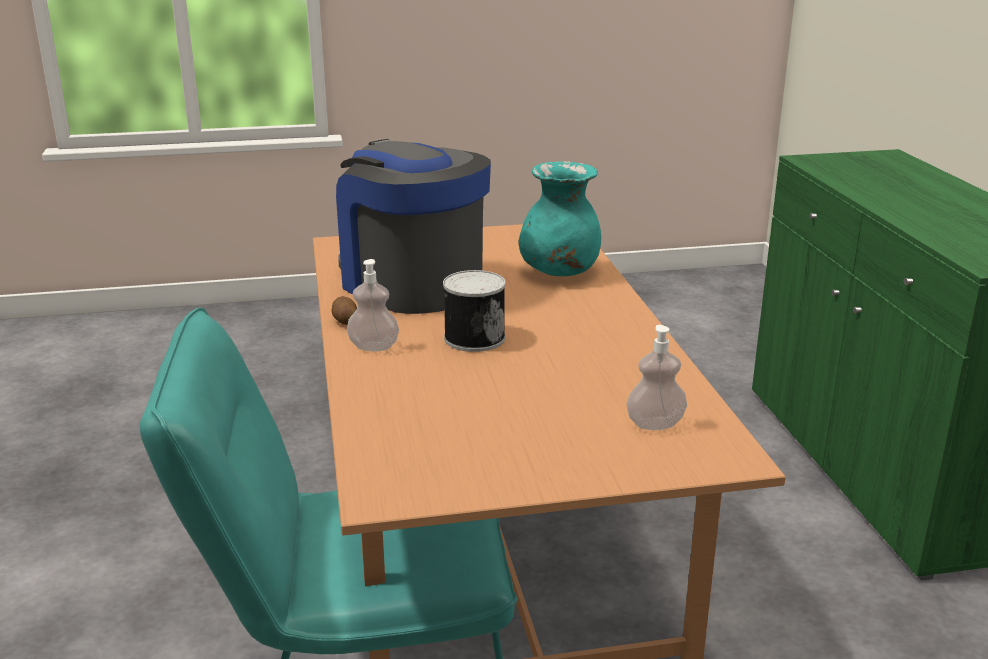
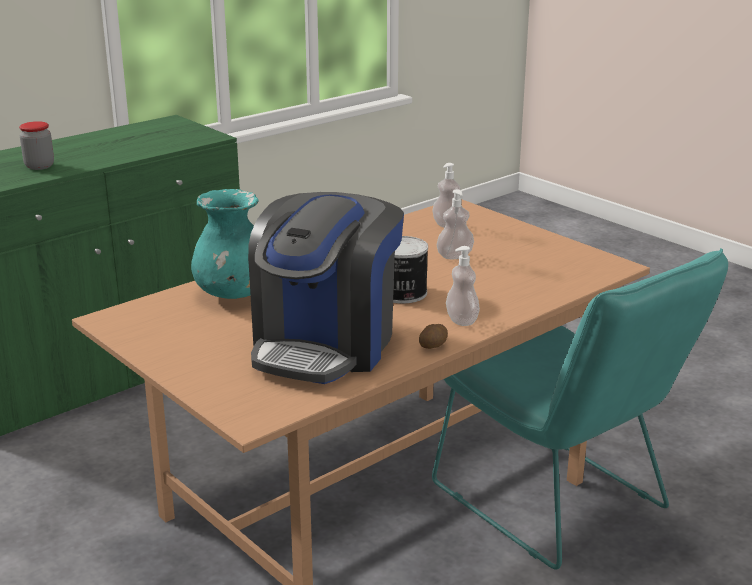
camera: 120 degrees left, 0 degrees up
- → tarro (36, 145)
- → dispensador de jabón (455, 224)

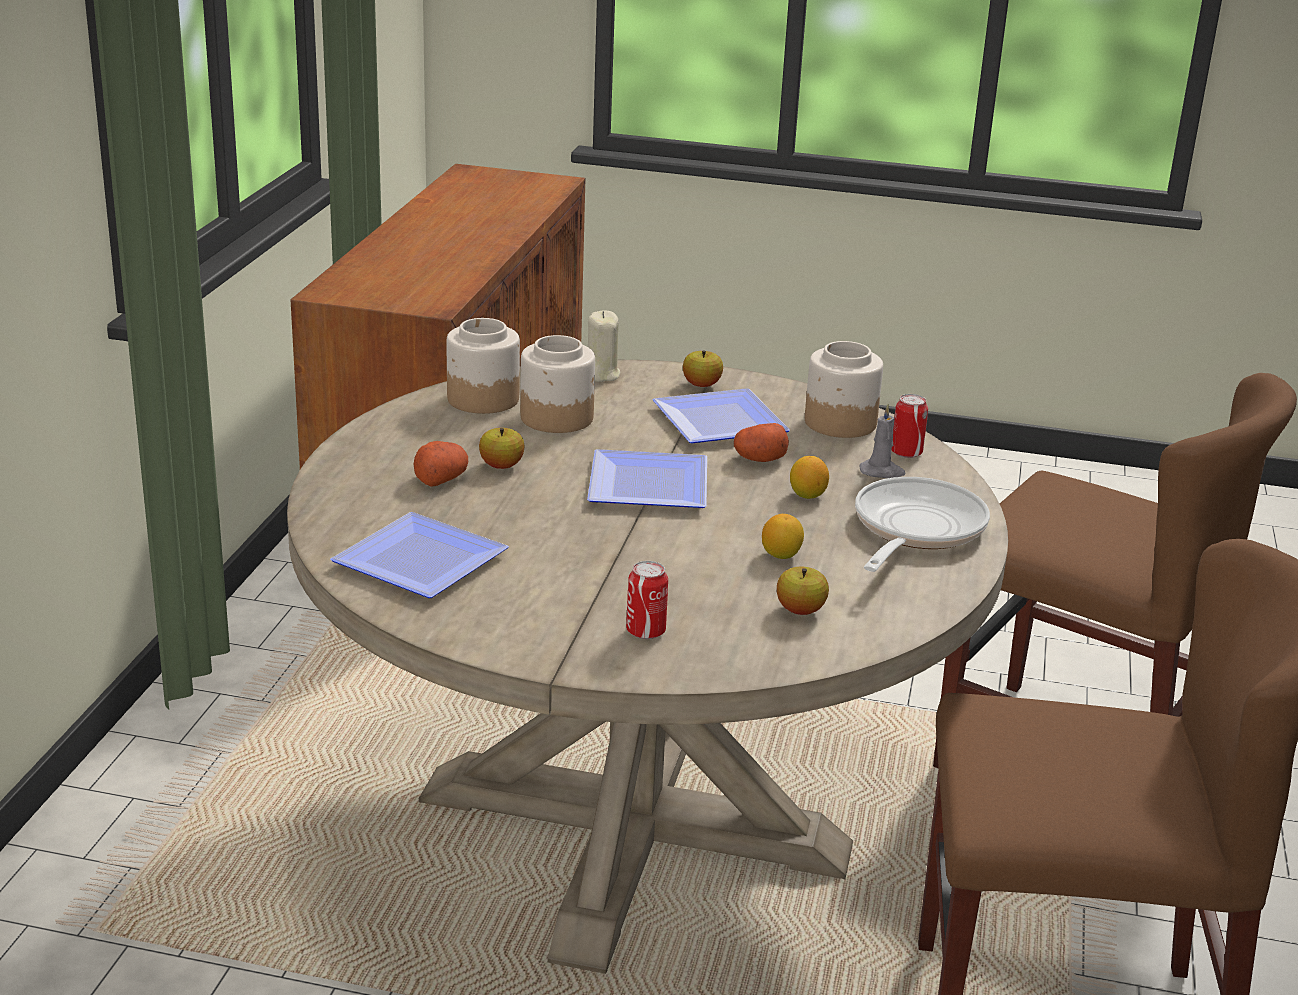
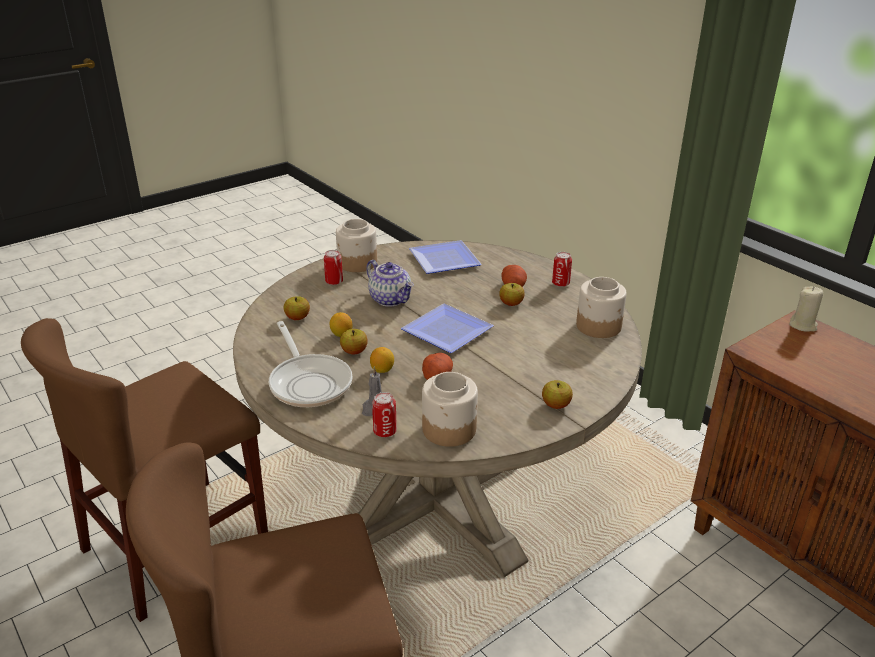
camera: 130 degrees right, 5 degrees up
vela (beis) (604, 346) → vela (beis) (806, 309), relocated
tarro (557, 384) → tarro (356, 245), relocated
plato (721, 415) → -
- → lata (562, 269)
- → tetera (390, 283)
- → manzana (354, 342)

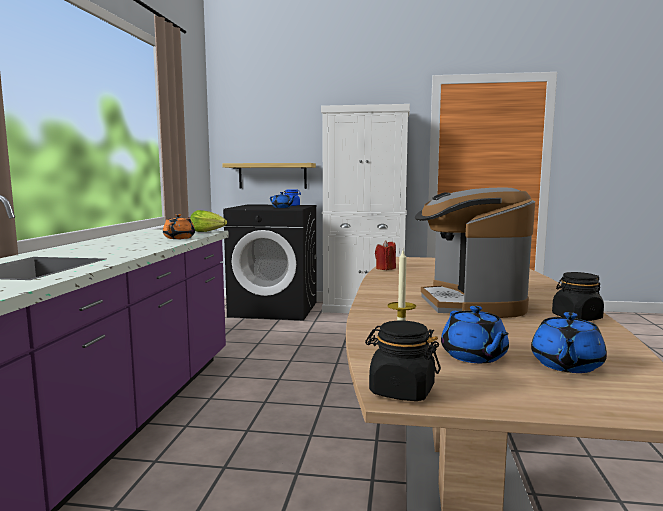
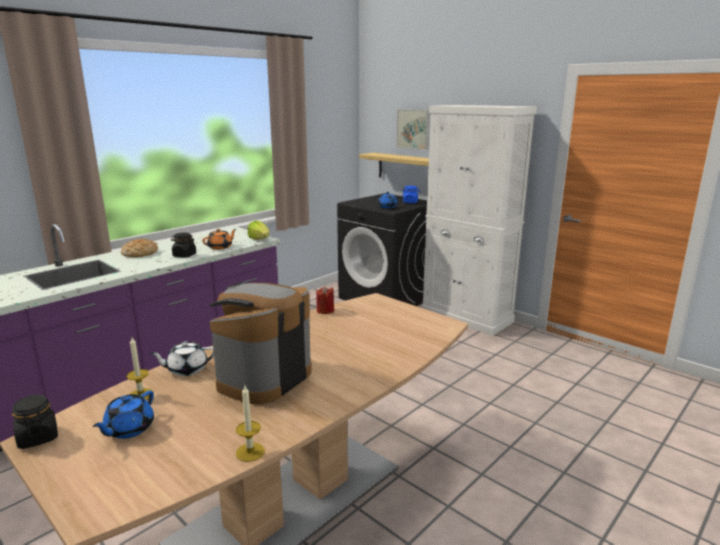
camera: 35 degrees right, 10 degrees up
tarro (negro) (578, 296) → tarro (negro) (183, 245), relocated
tetera (azul) (569, 342) → -
- → cuadro (413, 130)
- → pan (139, 248)
- → tetera (blanco) (182, 358)
- → vela (250, 424)

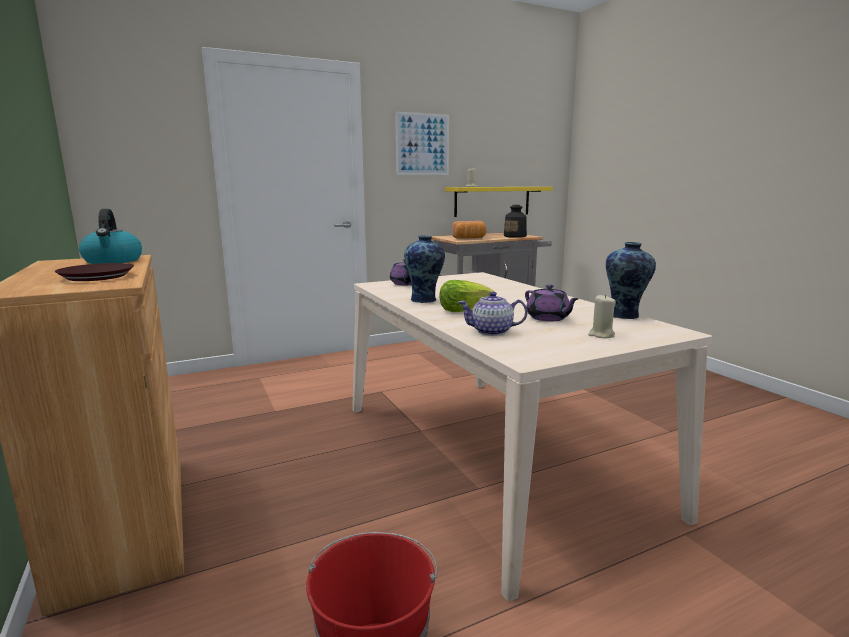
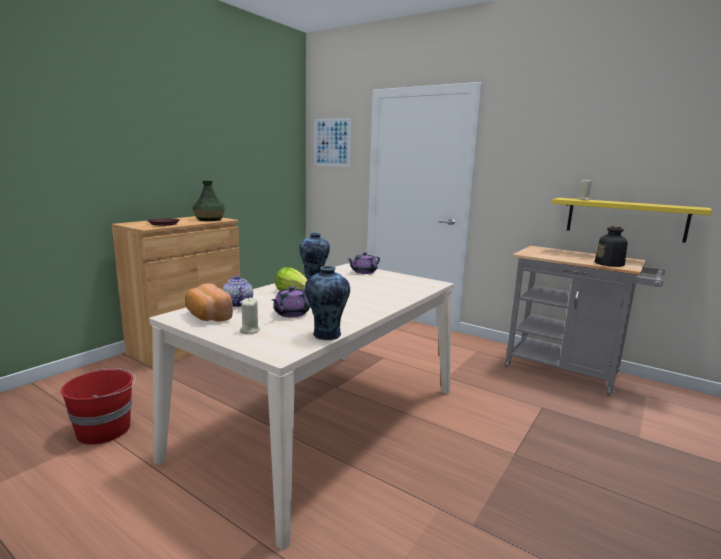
camera: 60 degrees right, 0 degrees up
cuadro (422, 143) → cuadro (332, 142), relocated
hervidor (110, 236) → florero (208, 201)
pan (469, 230) → pan (209, 302), relocated

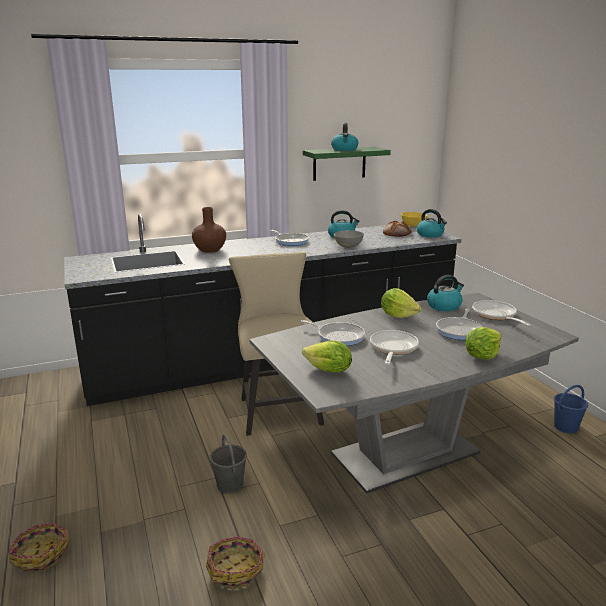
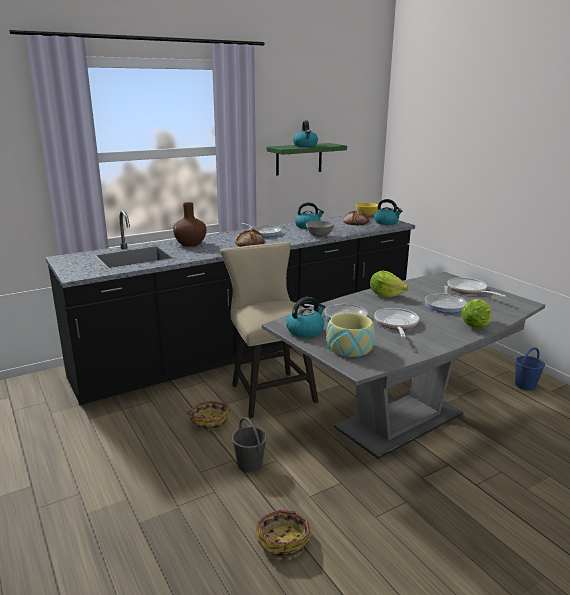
camera: 10 degrees left, 0 degrees up
hervidor (445, 293) → hervidor (306, 317), relocated
lechuga (327, 356) → cuenco (351, 335)
cesta (38, 548) → cesta (208, 416), relocated
- → pan (250, 238)

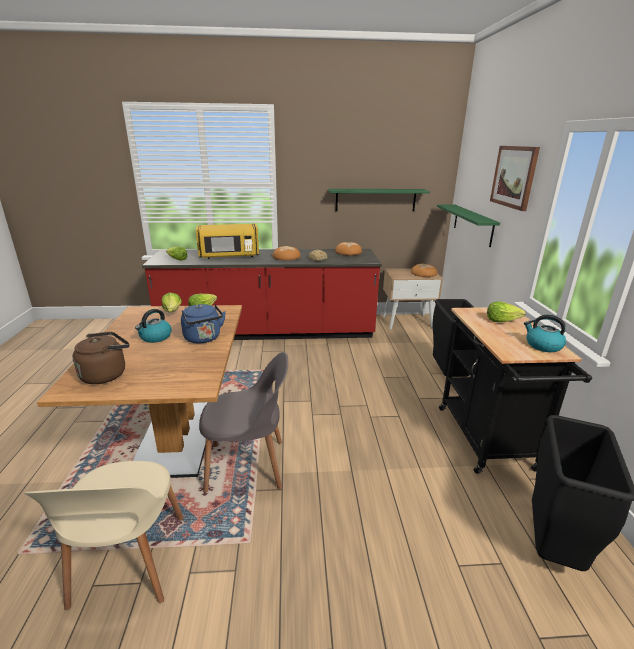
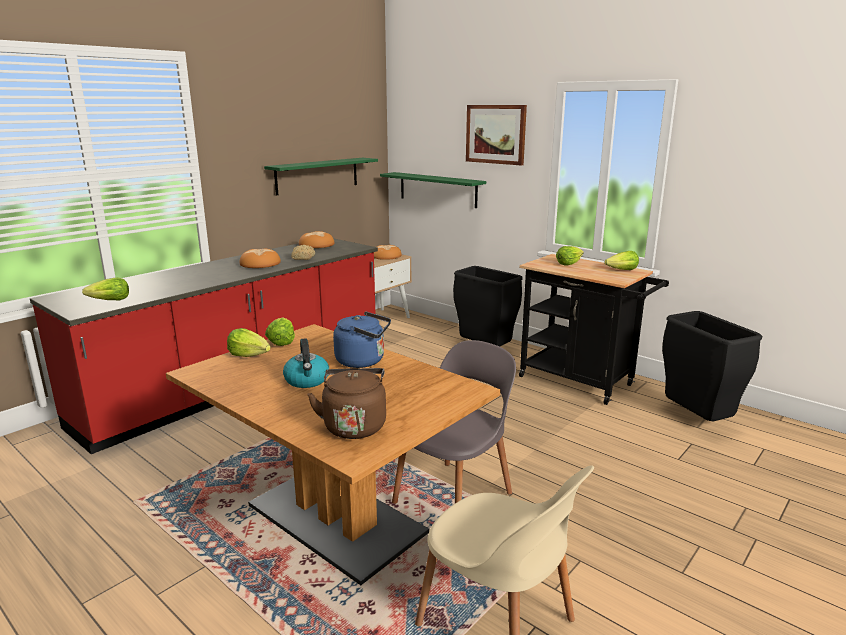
camera: 45 degrees left, 5 degrees down
microondas (amarillo) (227, 241) → -
hervidor (545, 333) → lechuga (621, 260)

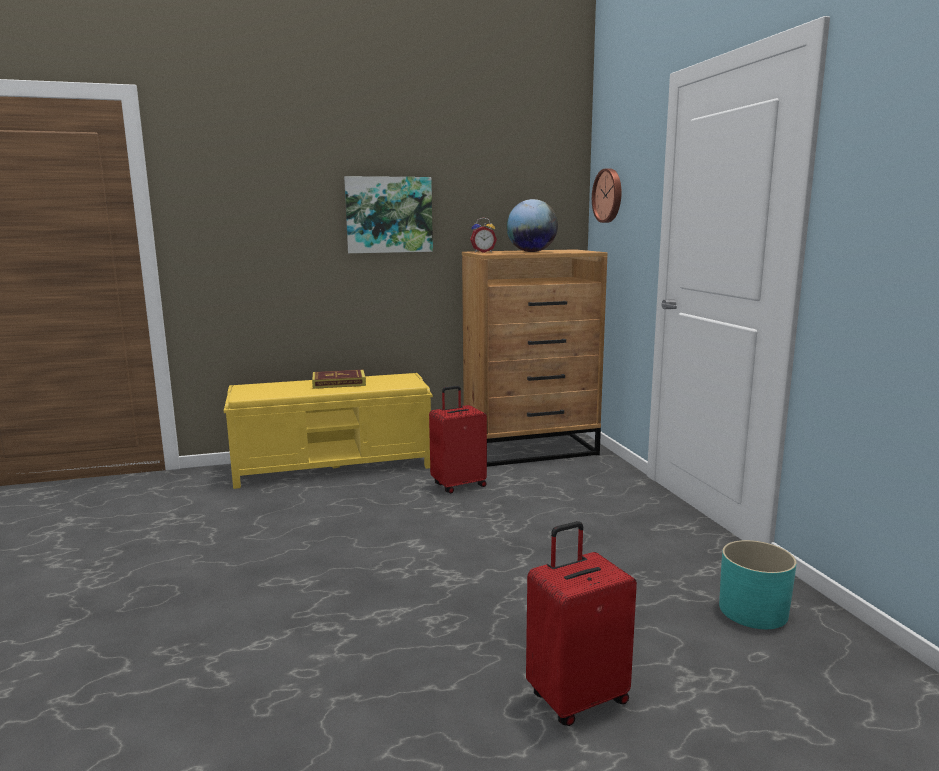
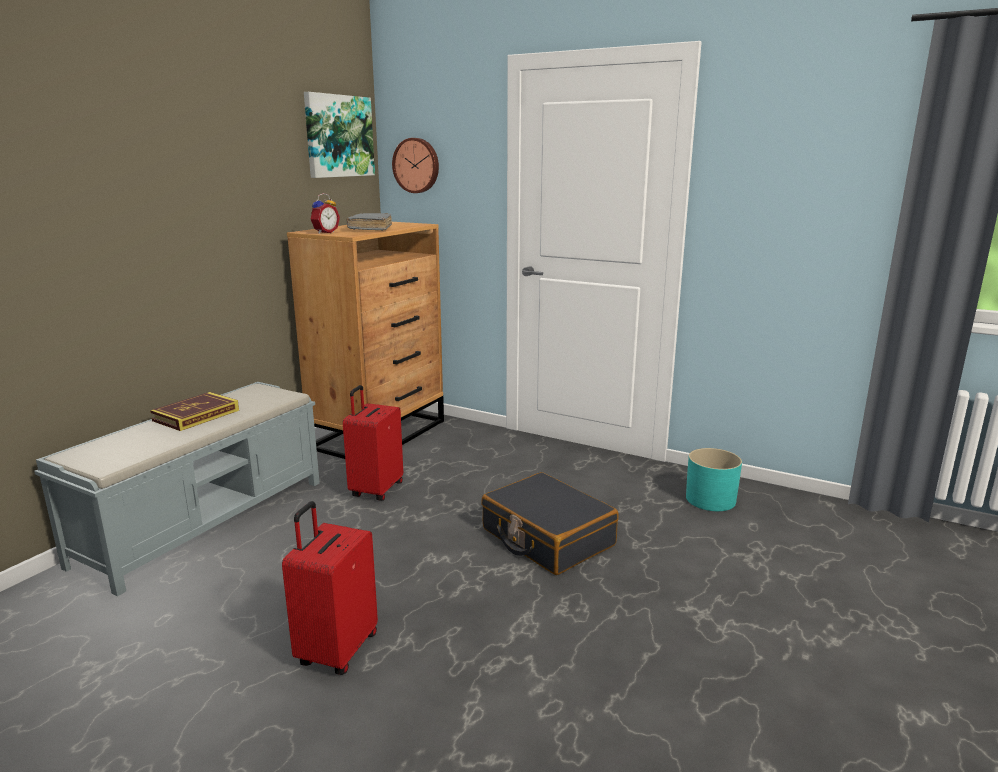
camera: 45 degrees left, 5 degrees up
cuadro (388, 214) → cuadro (339, 135), relocated
globo terráqueo (532, 225) → libro (gris) (369, 222)
banco (amarillo) (328, 431) → banco (gris) (177, 489)
maleta (rojo) (581, 623) → maleta (rojo) (330, 588), relocated
- → maleta (negro) (549, 523)

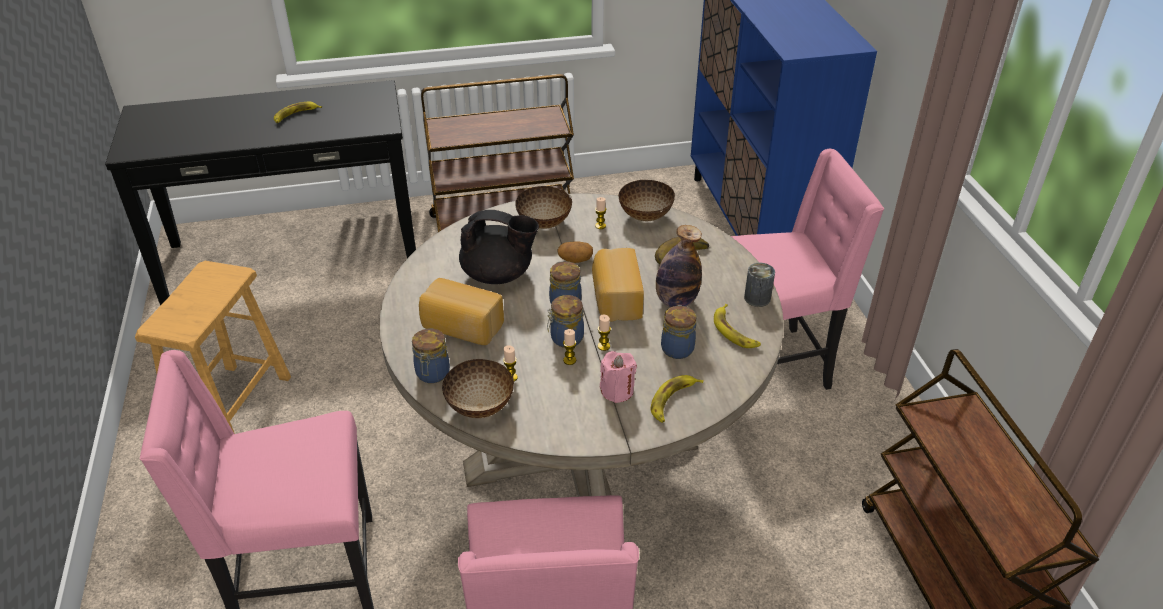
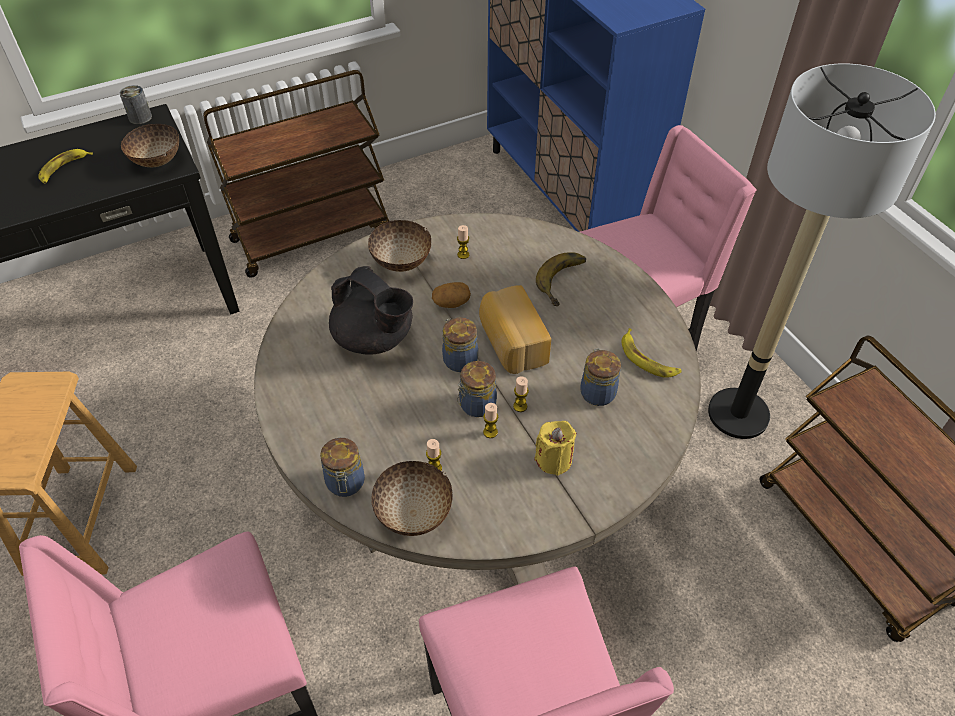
camera: 15 degrees left, 10 degrees up
cuenco (646, 200) → cuenco (150, 145), relocated
tetera (negro) (499, 247) → tetera (negro) (371, 310), 45 degrees clockwise
botella (679, 266) → -
lata (759, 285) → lata (136, 104), relocated
pan (461, 311) → -
vela (rosa) (618, 377) → vela (amarillo) (555, 448)
plátano (677, 399) → -
- → lámpara de pie (822, 251)

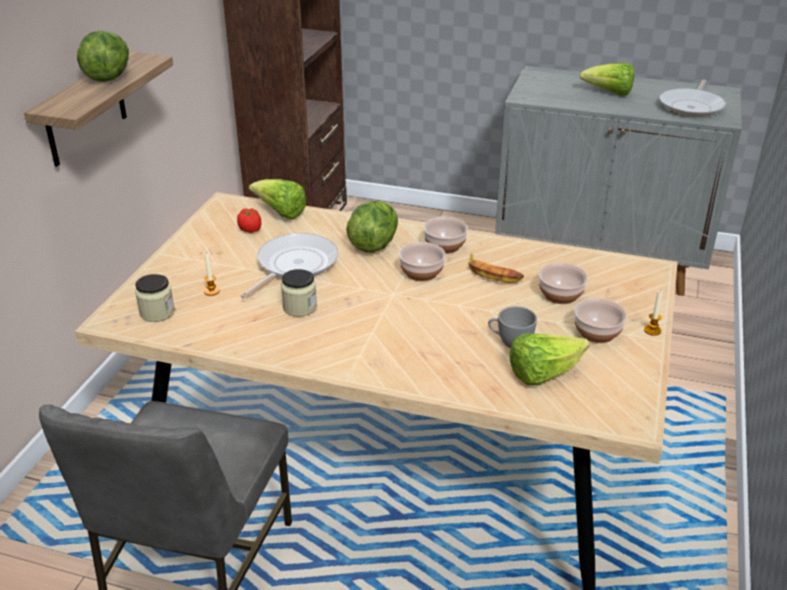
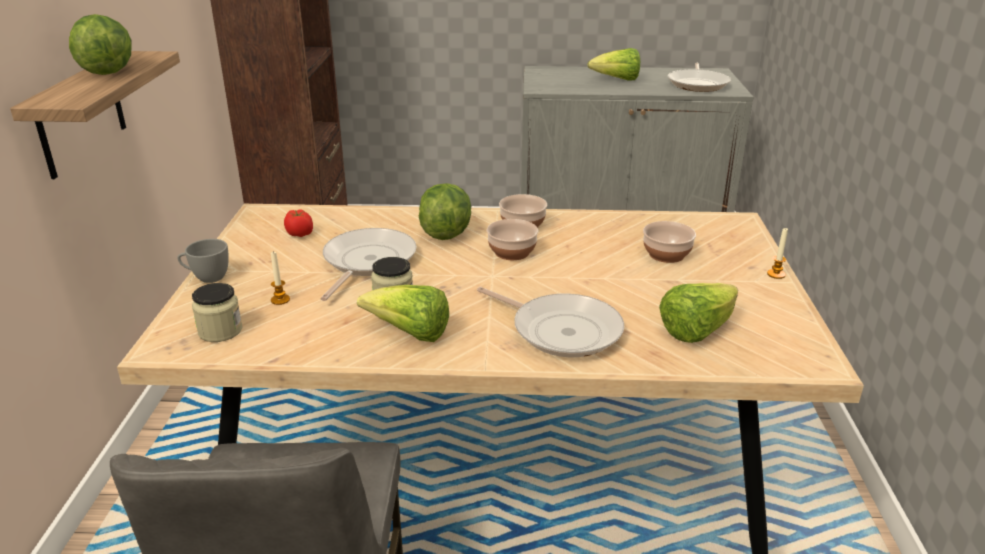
camera: 15 degrees left, 5 degrees down
lechuga (277, 199) → lechuga (403, 313), relocated
plátano (496, 268) → -
cuenco (600, 320) → -
taza (gris) (512, 327) → taza (gris) (203, 261), relocated
- → sartén (550, 322)

